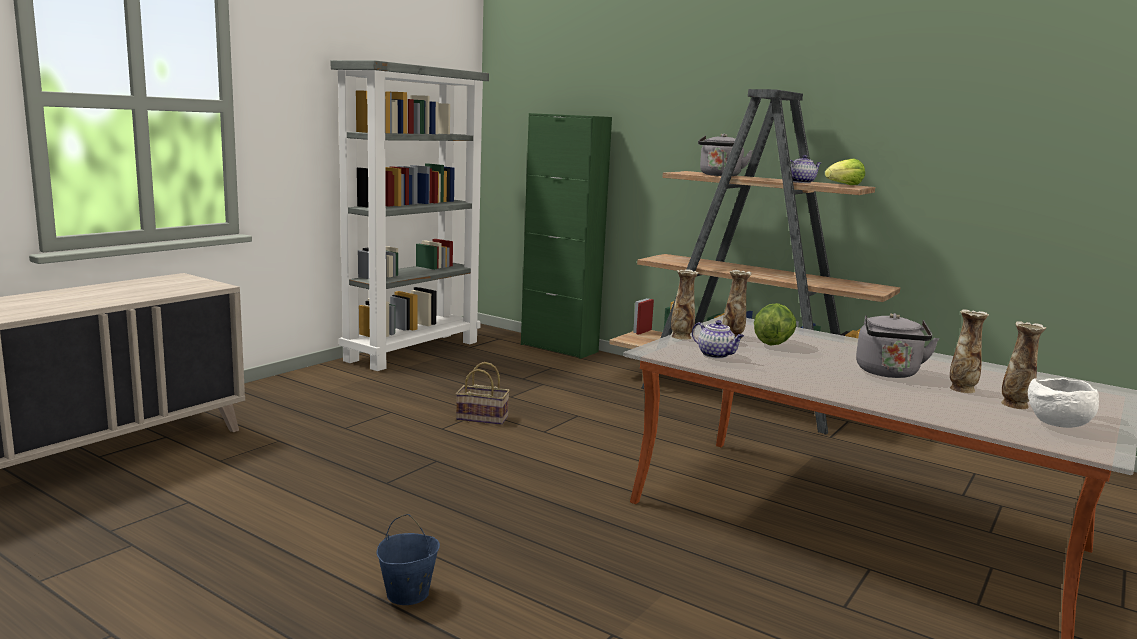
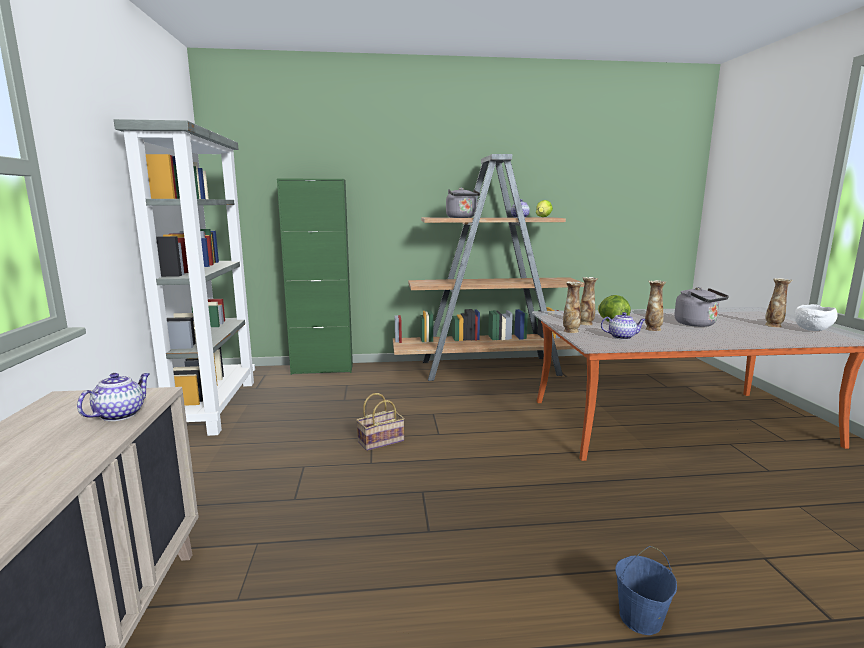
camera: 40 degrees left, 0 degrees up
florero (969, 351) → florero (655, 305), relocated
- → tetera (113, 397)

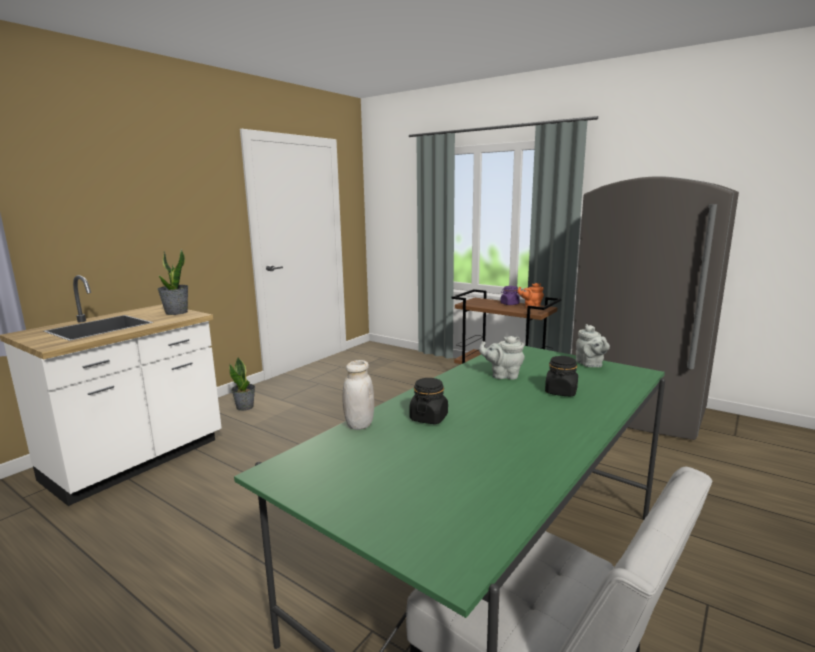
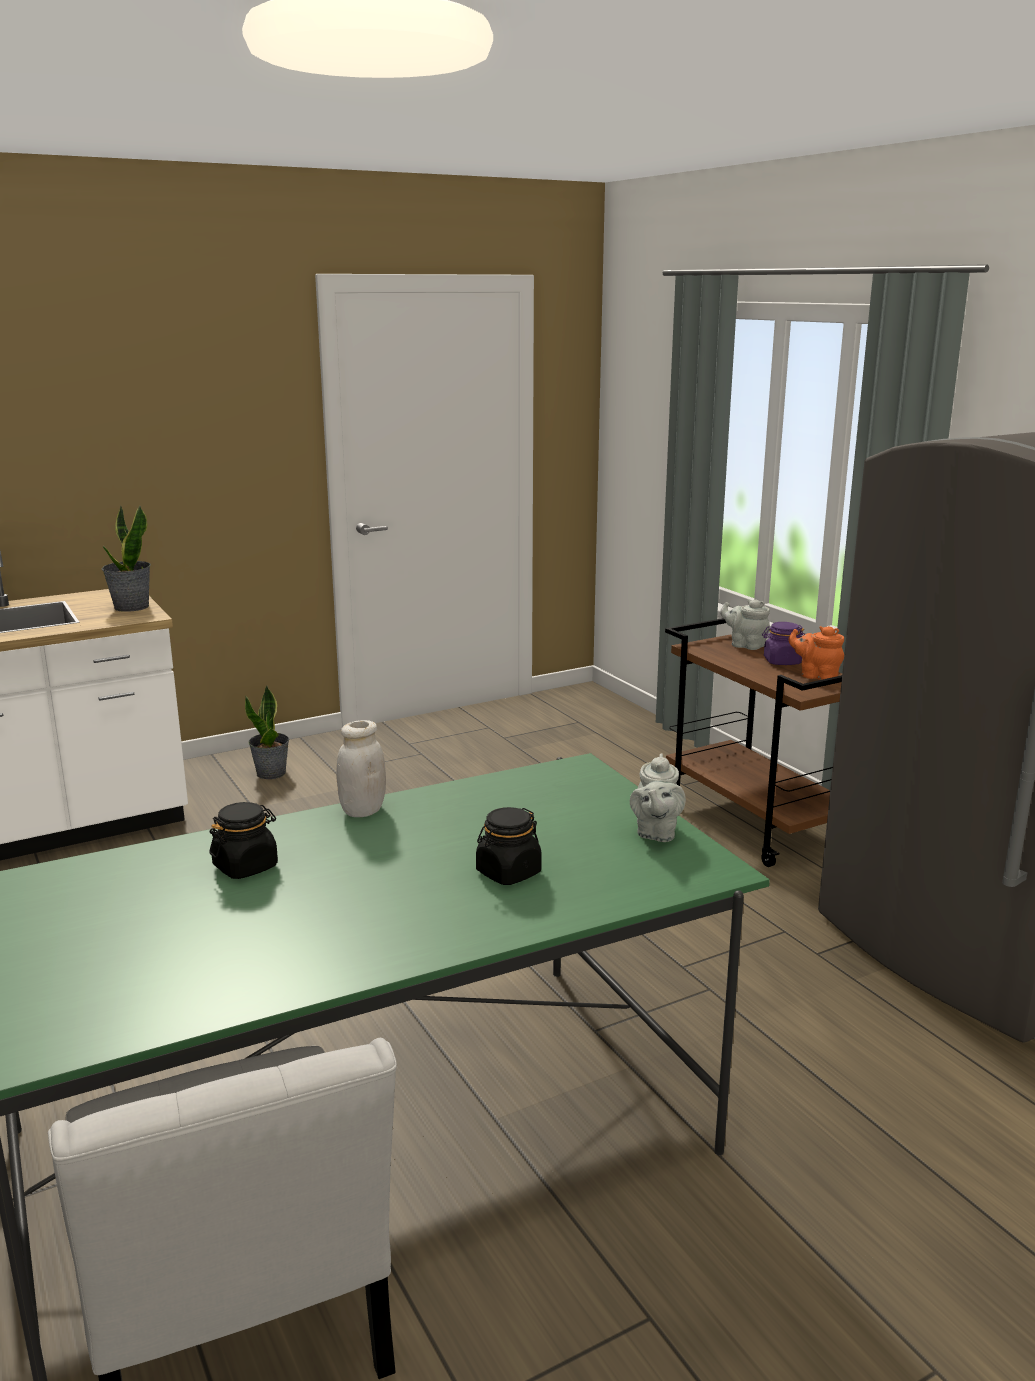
camera: 25 degrees right, 5 degrees up
tetera (gris) (502, 357) → tetera (gris) (745, 624), relocated
tarro (blanco) (358, 395) → tarro (blanco) (361, 768), relocated

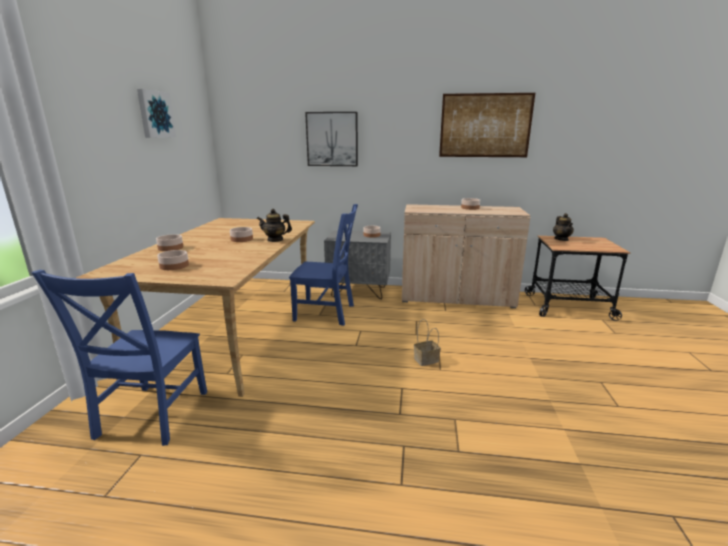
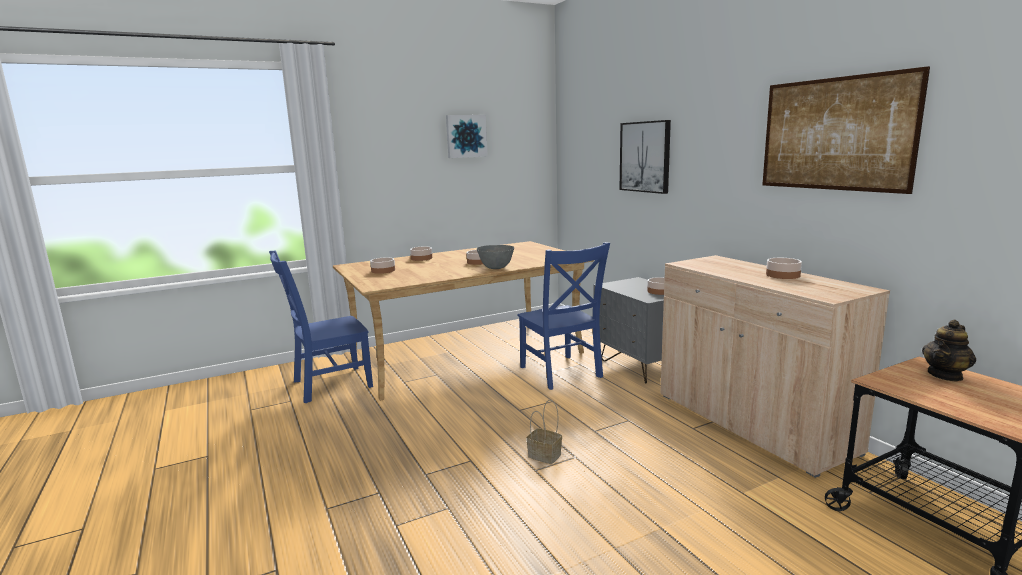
camera: 55 degrees right, 5 degrees down
tetera (274, 225) → cuenco (gris) (495, 257)

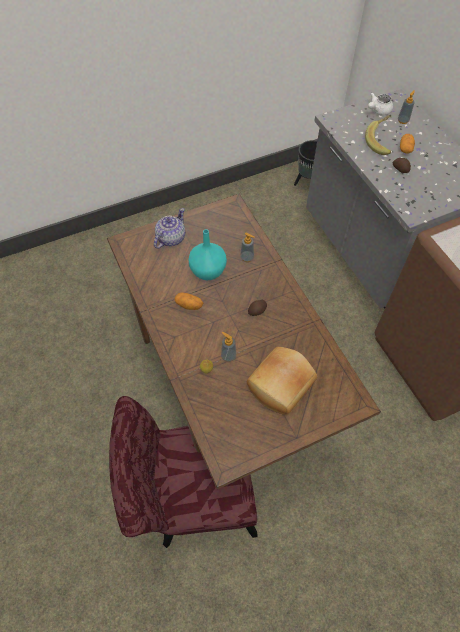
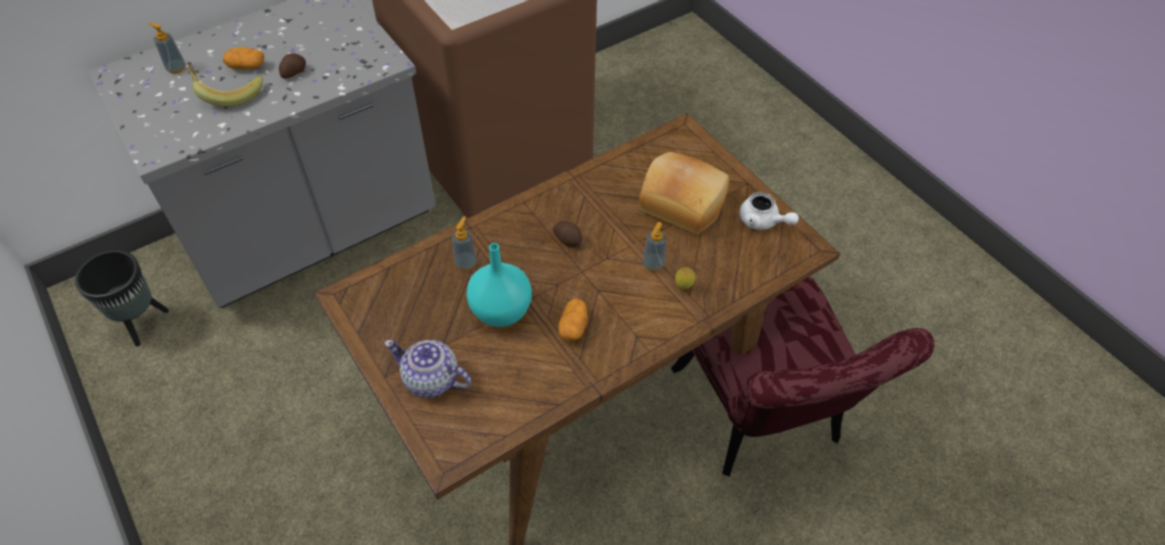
camera: 100 degrees left, 5 degrees down
tetera (blanco) (380, 103) → tetera (blanco) (769, 211), relocated

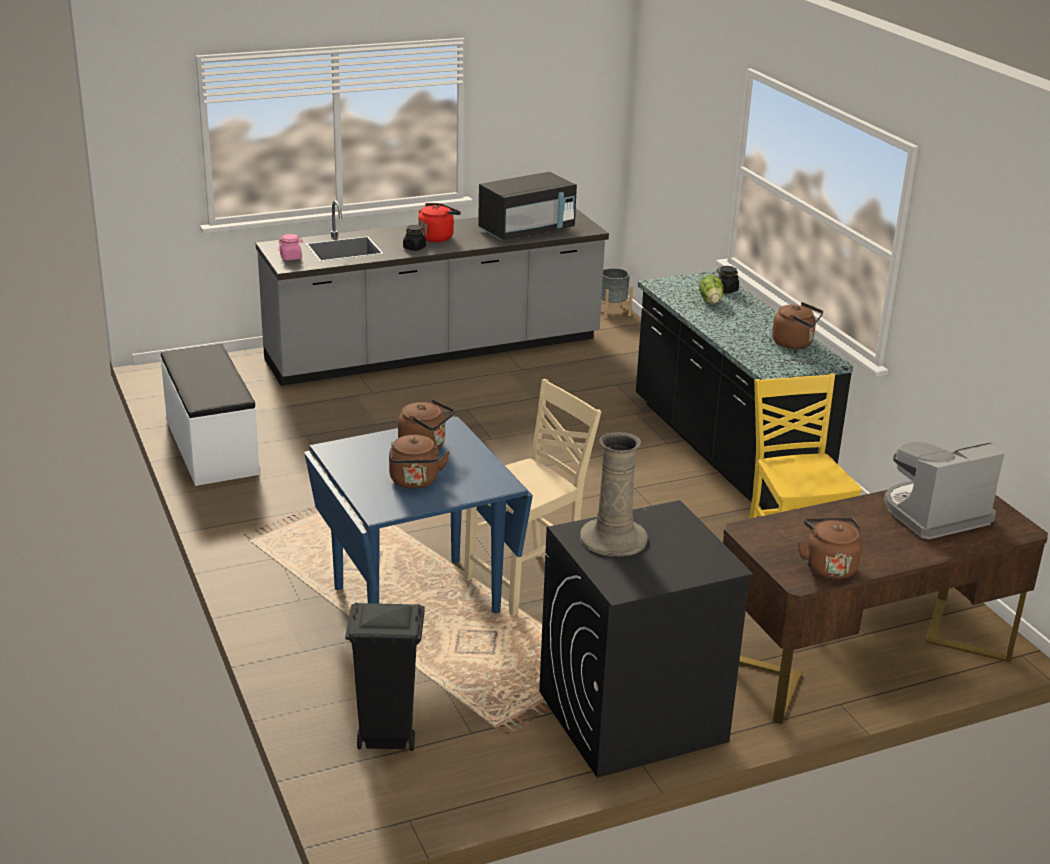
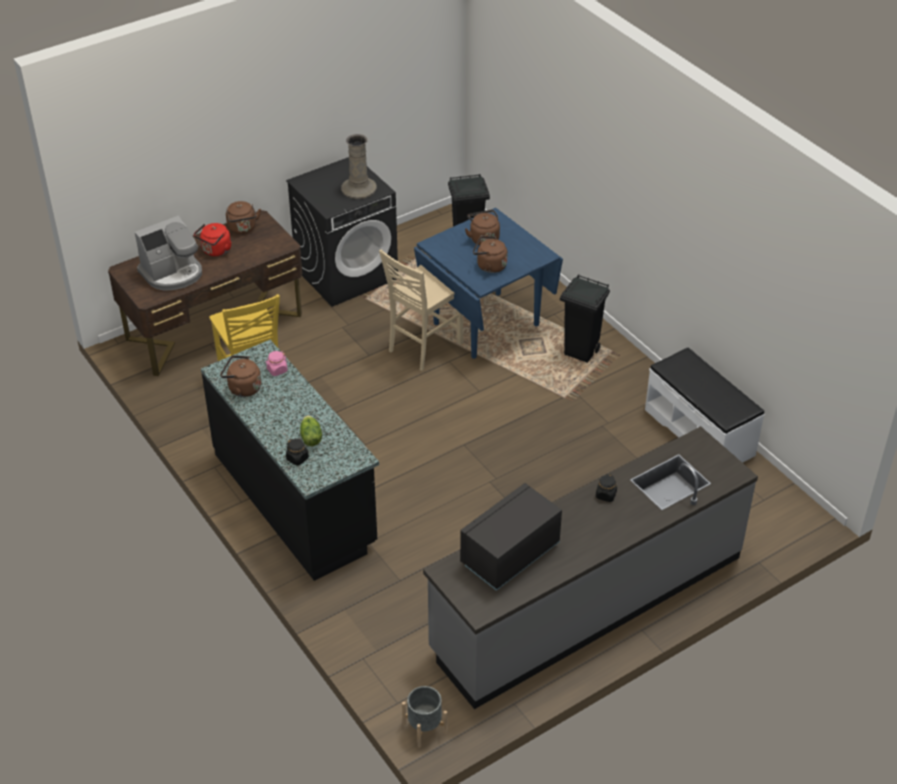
camera: 170 degrees right, 15 degrees up
hervidor (rojo) (439, 222) → hervidor (rojo) (213, 239), relocated
tarro (rosa) (290, 247) → tarro (rosa) (276, 363), relocated
- → papelera (negro) (585, 318)

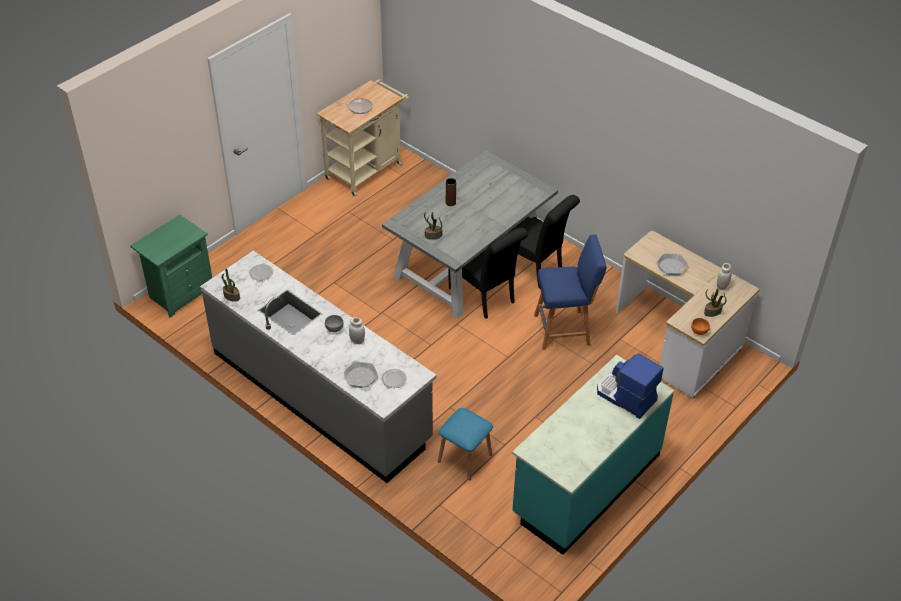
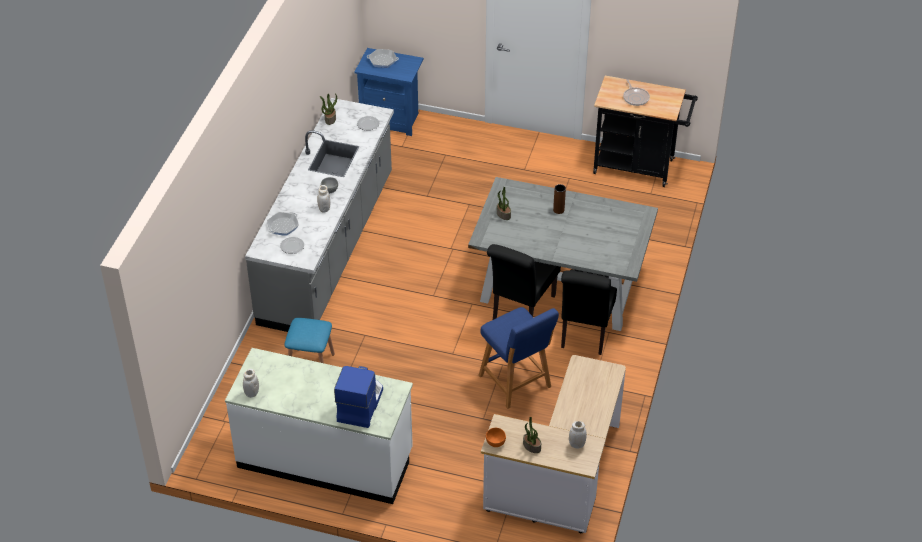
camera: 65 degrees right, 0 degrees up
carrito (beis) (363, 137) → carrito (negro) (645, 131)
mesita de noche (verde) (171, 266) → mesita de noche (azul) (389, 92)
sartén (672, 264) → sartén (383, 58), relocated
mueble bajo de cocina (turquesa) (593, 455) → mueble bajo de cocina (blanco) (319, 426)
- → tarro (blanco) (251, 383)

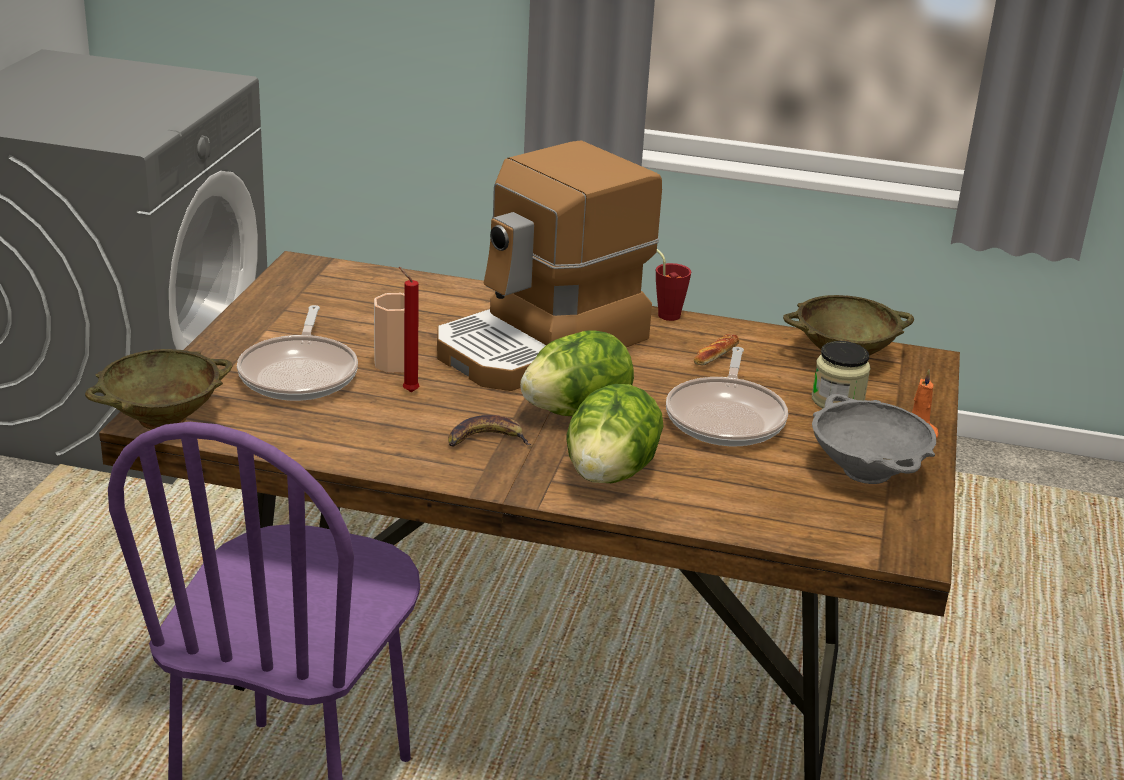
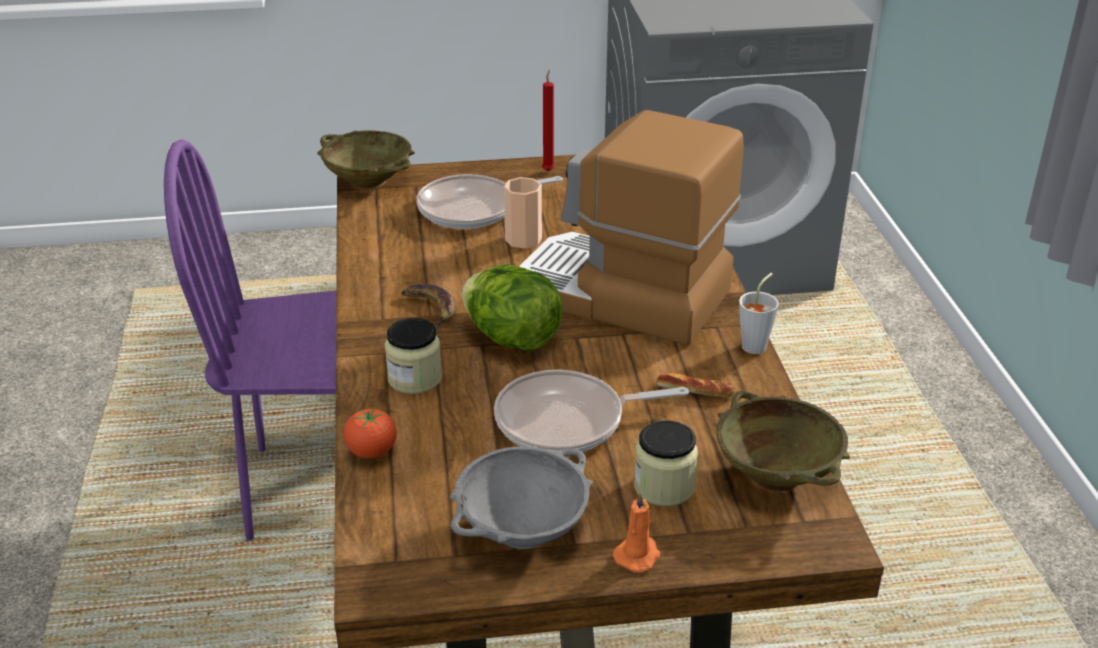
camera: 70 degrees right, 5 degrees up
taza (rojo) (673, 285) → taza (gris) (759, 313)
vela (rojo) (409, 329) → vela (rojo) (548, 120), relocated
lechuga (615, 433) → tarro (413, 356)
- → tomate (370, 433)

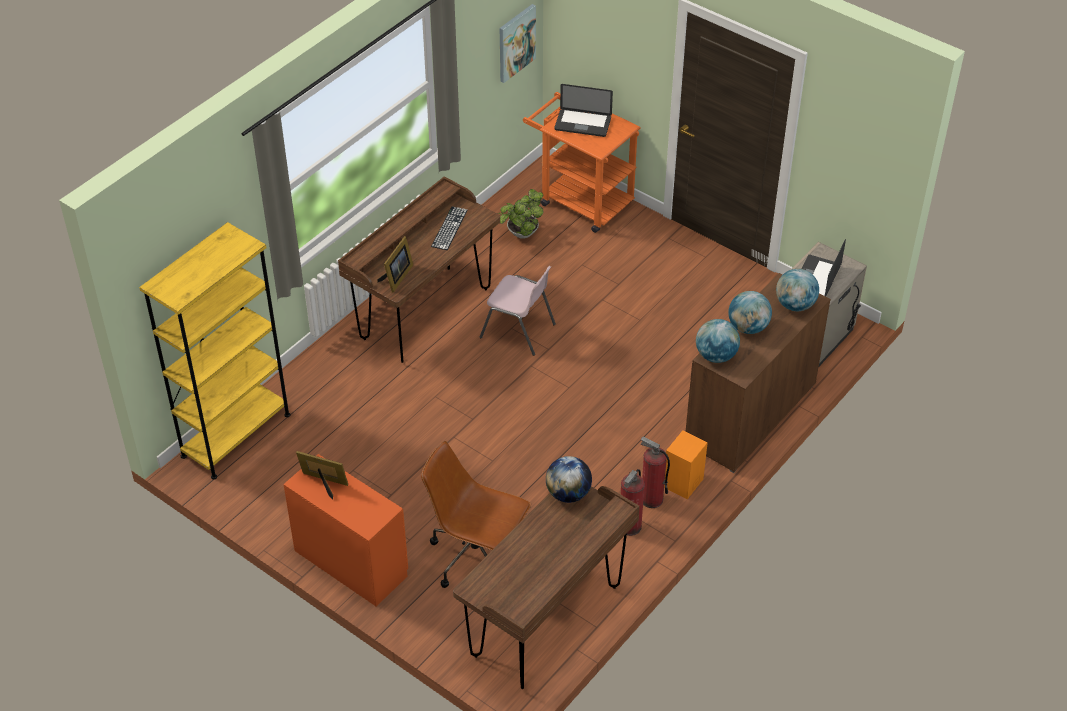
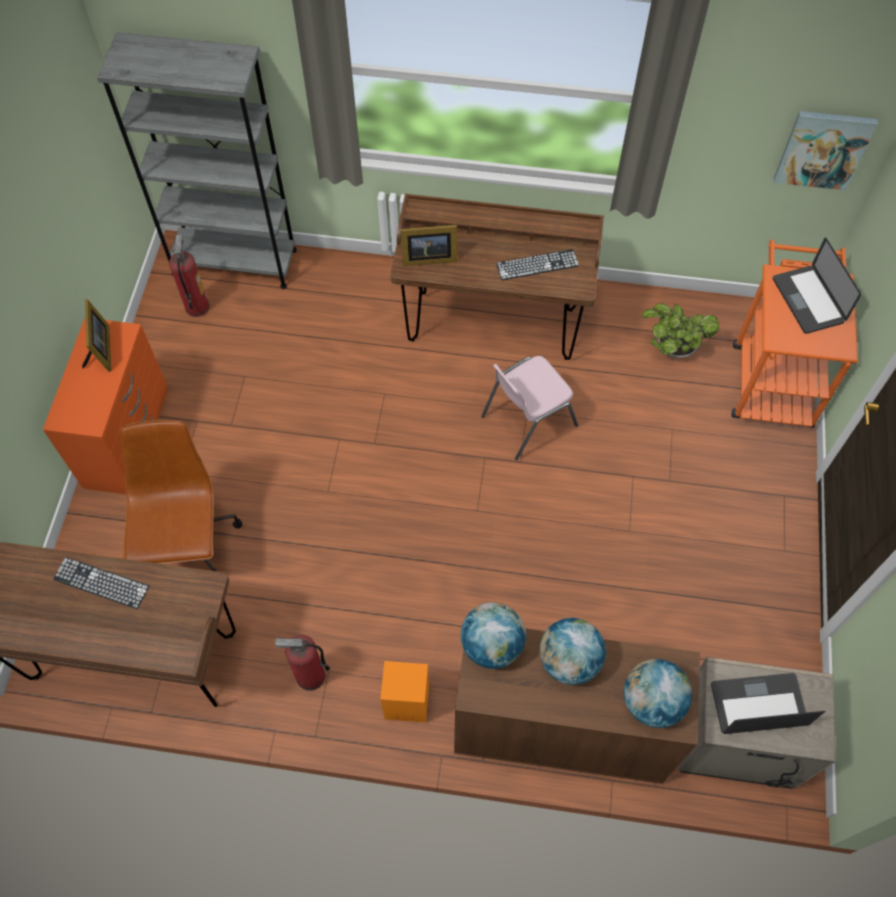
camera: 60 degrees right, 15 degrees up
estantería (amarillo) (214, 350) → estantería (gris) (197, 160)
silla (rosa) (518, 311) → silla (rosa) (529, 408), 60 degrees clockwise
extintor (655, 472) → extintor (189, 276), relocated
globo terráqueo (569, 479) → -
- → teclado (101, 583)

